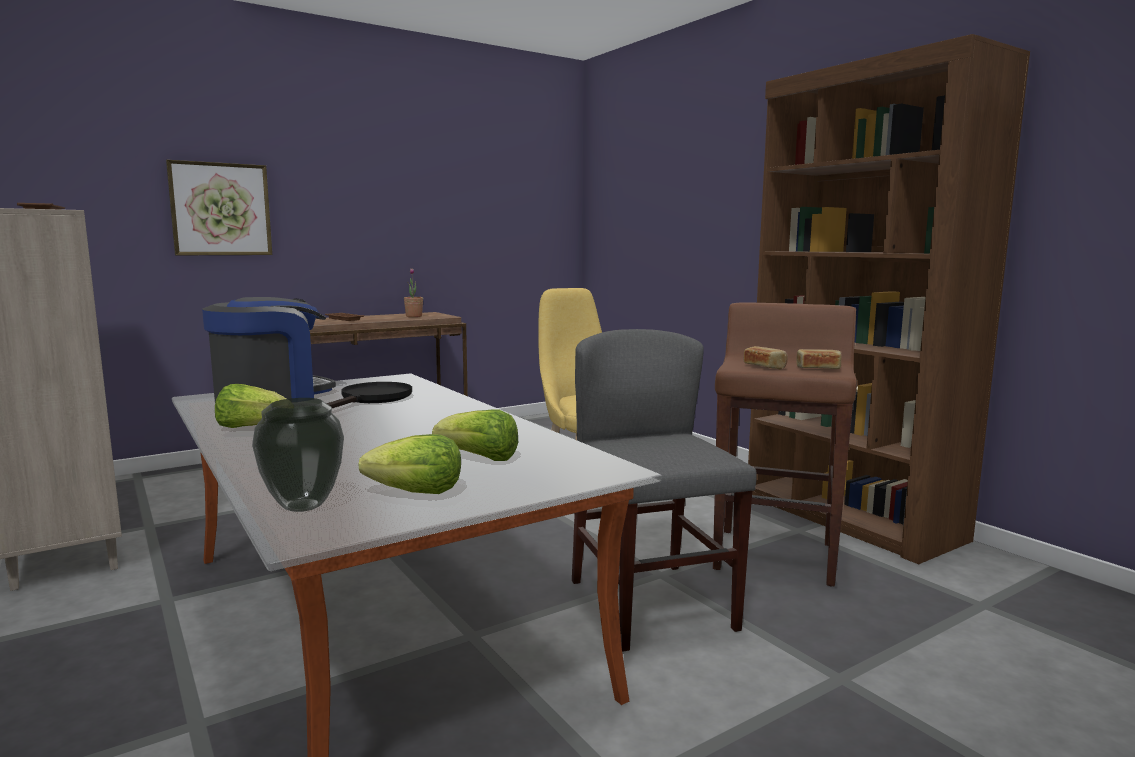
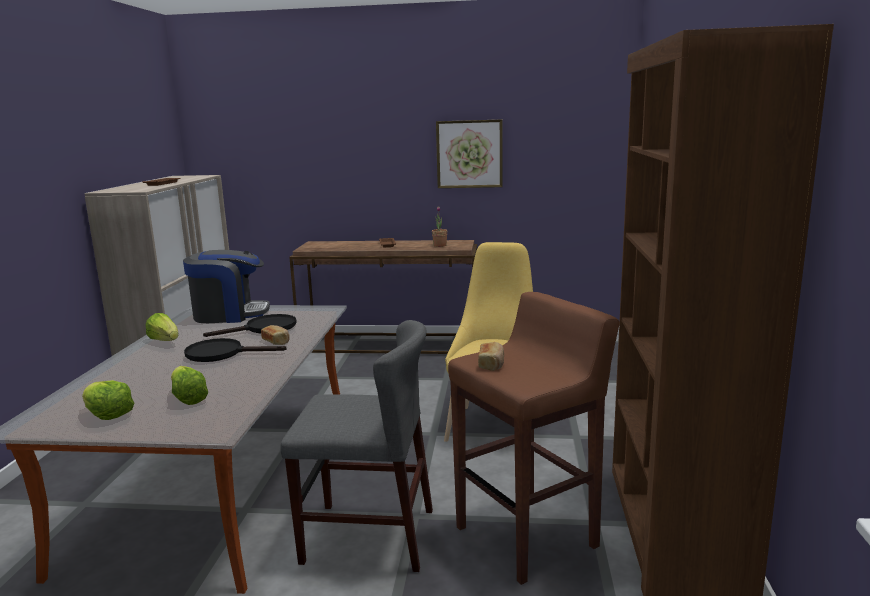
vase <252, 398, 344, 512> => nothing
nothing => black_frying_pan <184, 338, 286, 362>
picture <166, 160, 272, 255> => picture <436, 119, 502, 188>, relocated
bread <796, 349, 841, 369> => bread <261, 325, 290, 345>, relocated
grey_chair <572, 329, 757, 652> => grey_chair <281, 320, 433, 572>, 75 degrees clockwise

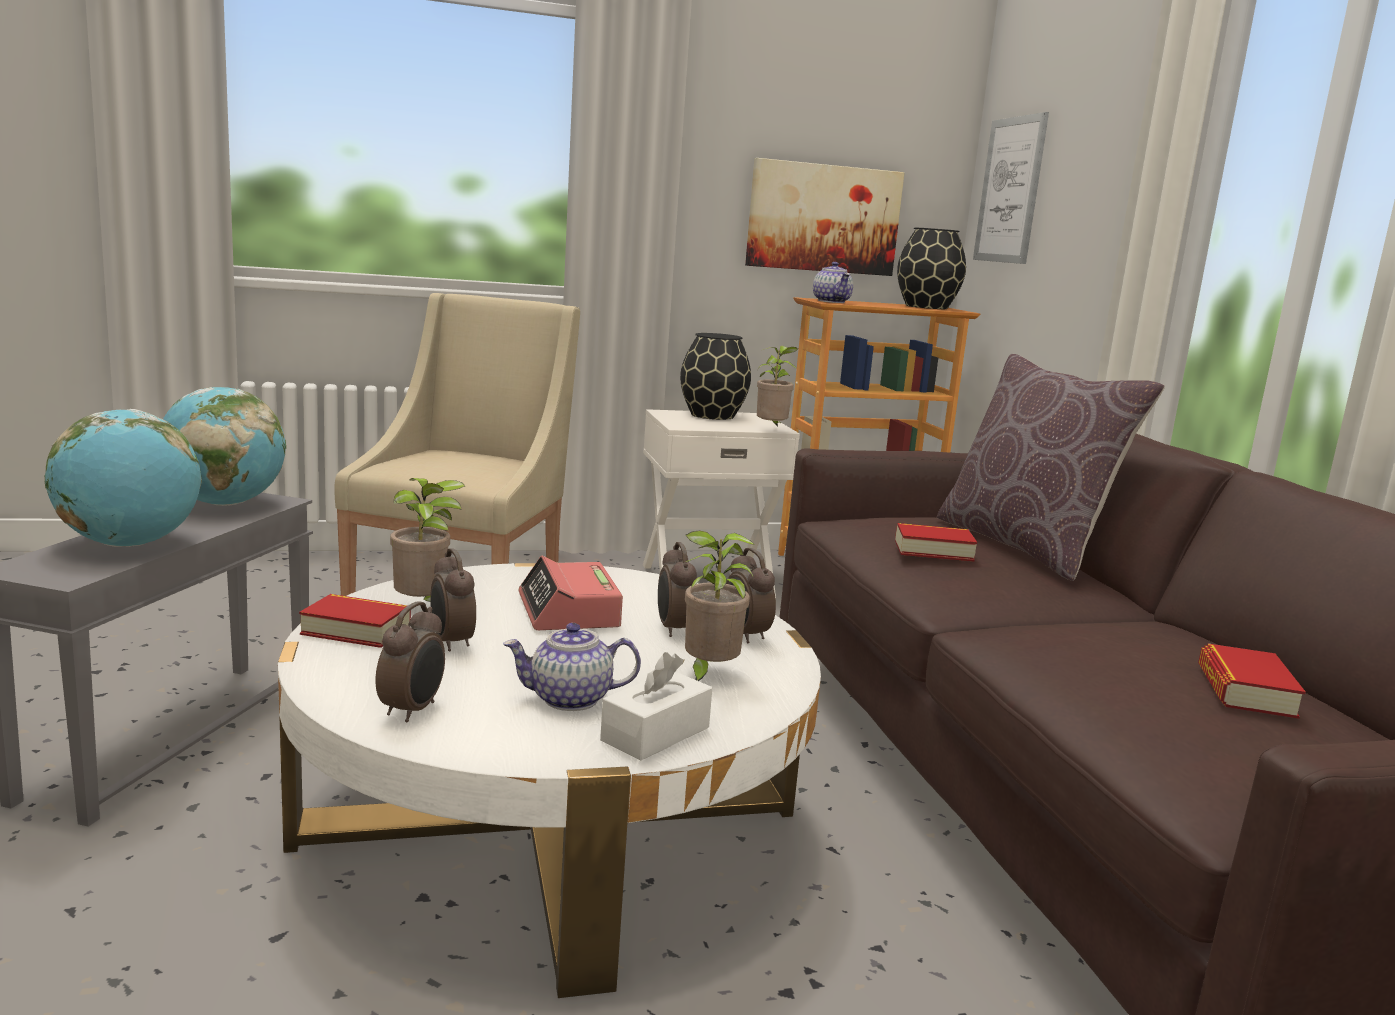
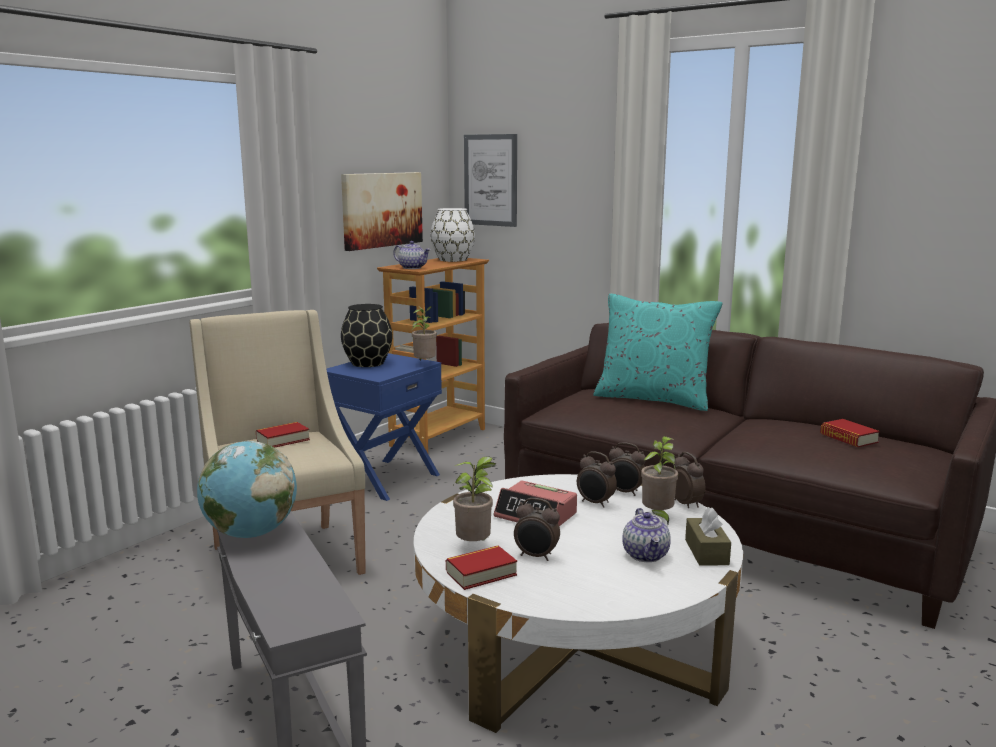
globe <44, 409, 202, 547> => nothing
alarm_clock <375, 601, 445, 723> => alarm_clock <673, 452, 705, 508>, relocated
book <895, 523, 977, 561> => book <256, 422, 310, 448>, relocated
white_tissue_box <600, 652, 712, 761> => brown_tissue_box <685, 507, 731, 566>
white_nightstand <643, 409, 800, 598> => blue_nightstand <326, 353, 442, 501>
black_vase <897, 228, 966, 309> => white_vase <430, 208, 475, 262>
brown_pillow <937, 354, 1165, 581> => turquoise_pillow <593, 294, 723, 411>
teapot <503, 623, 641, 711> => teapot <622, 508, 671, 562>, 45 degrees counterclockwise

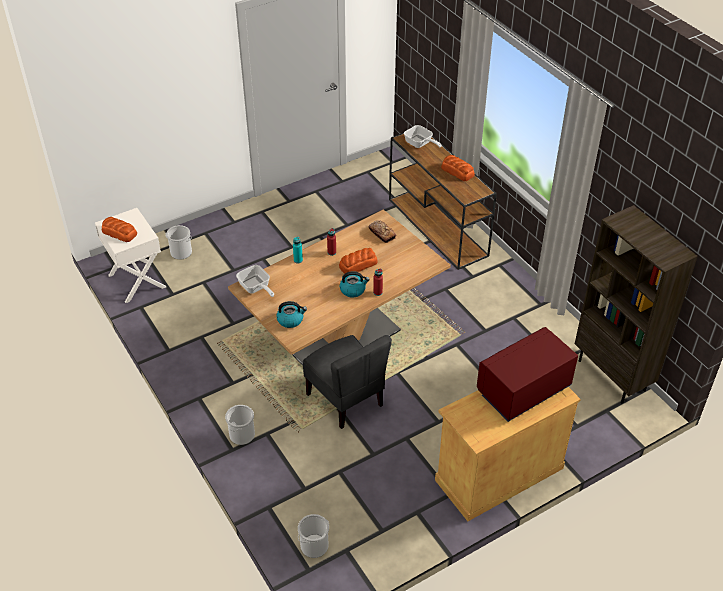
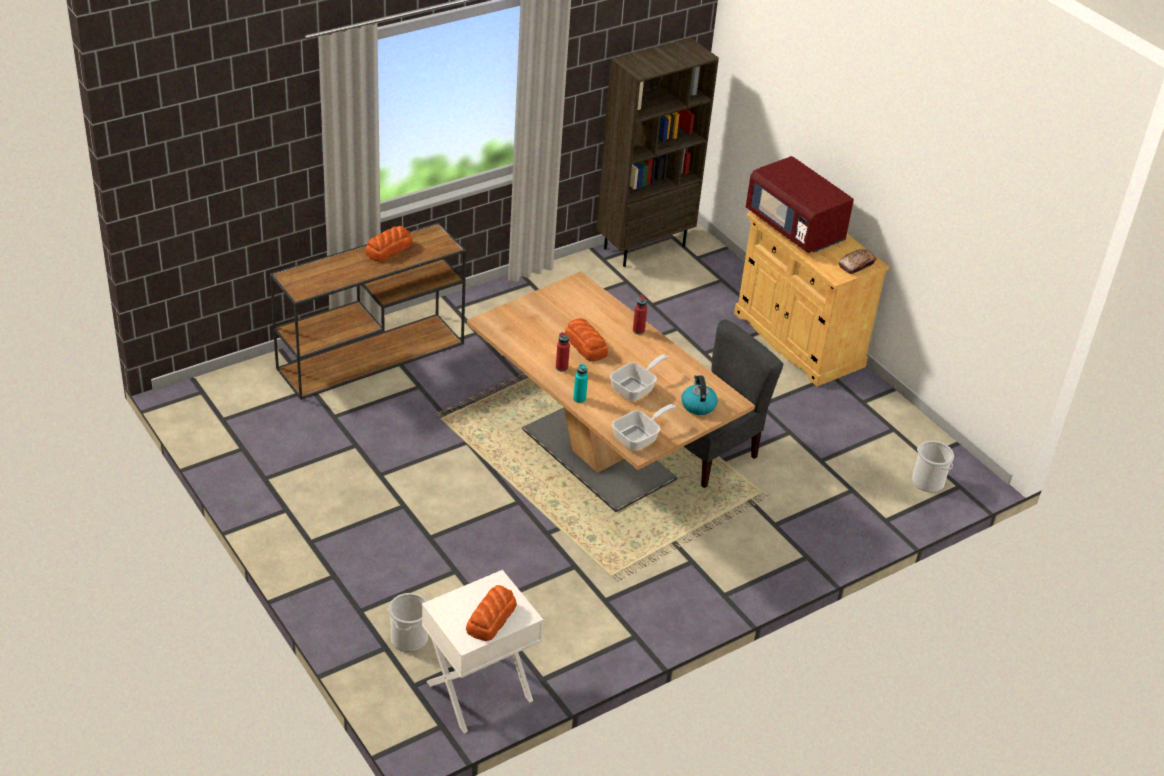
bucket <225, 405, 255, 445> => nothing
kettle <340, 271, 370, 298> => nothing
bread <368, 220, 396, 243> => bread <838, 249, 877, 274>, relocated
frying_pan <404, 125, 442, 148> => frying_pan <610, 354, 668, 401>, relocated

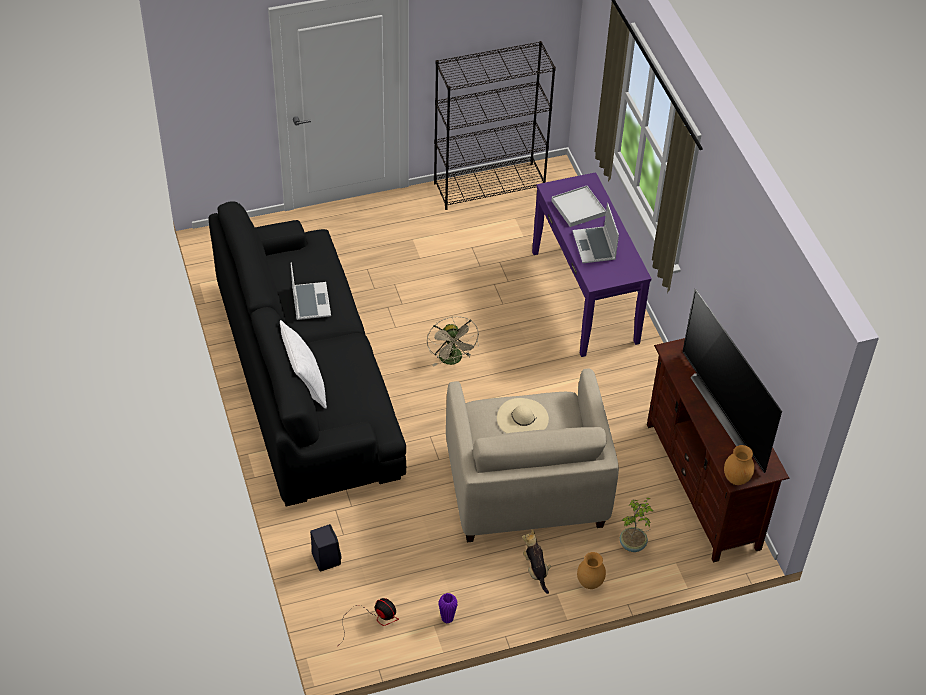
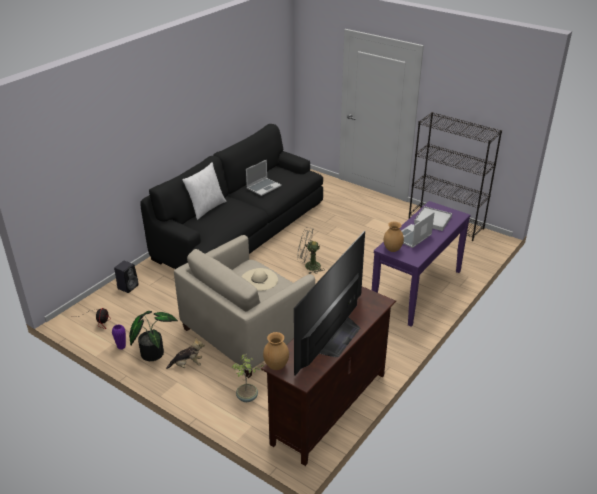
nothing => potted_plant <129, 311, 178, 361>
brown_vase <577, 552, 606, 589> => brown_vase <384, 222, 404, 252>, relocated
beige_fan <427, 316, 479, 367> => beige_fan <297, 227, 323, 274>, 60 degrees clockwise
plush_toy <522, 529, 551, 594> => plush_toy <166, 338, 205, 369>, 45 degrees clockwise

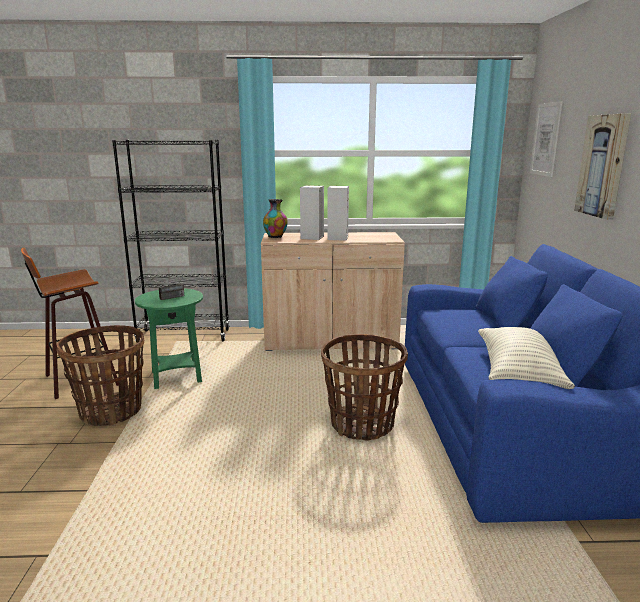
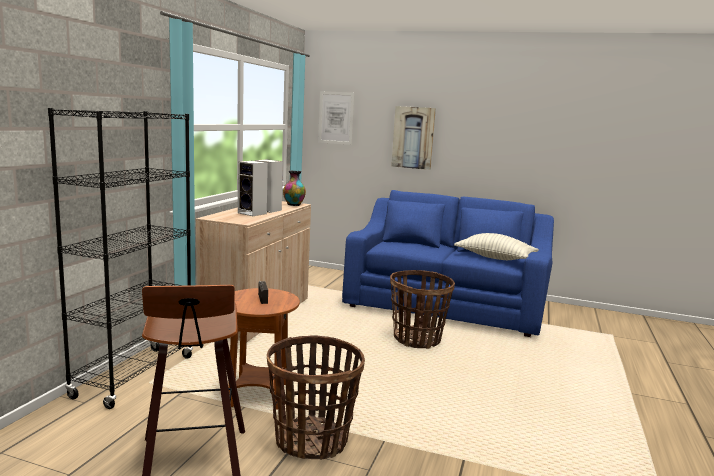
vase <263, 199, 288, 238> => vase <283, 170, 306, 206>, relocated
green_side_table <135, 288, 203, 389> => brown_side_table <228, 288, 300, 410>

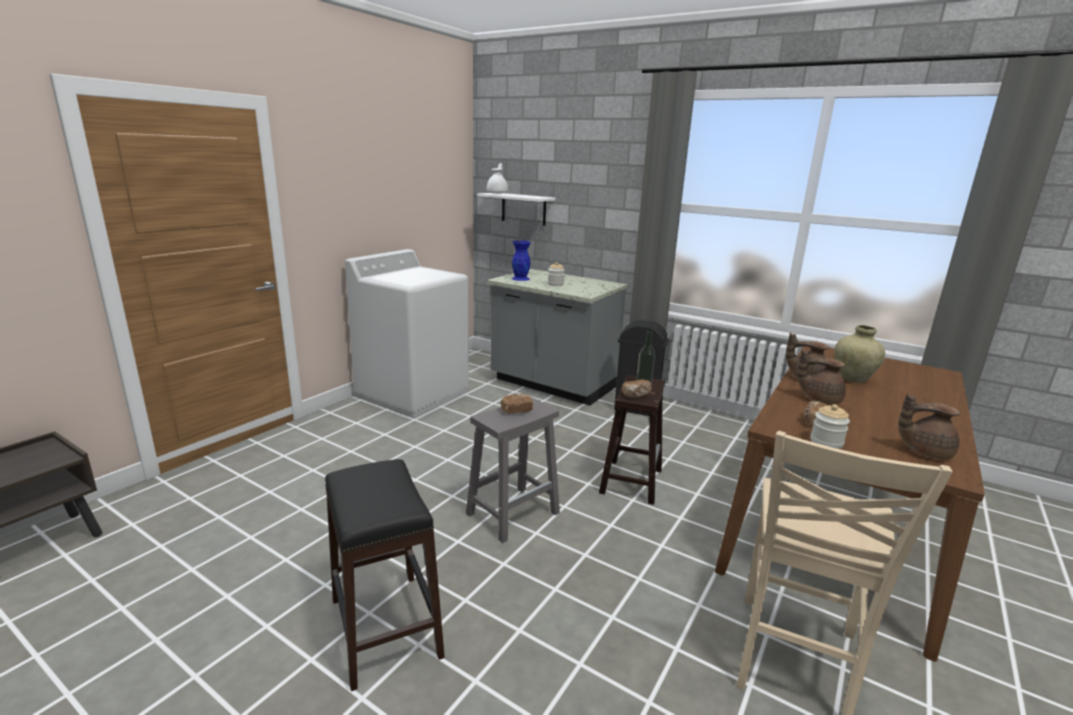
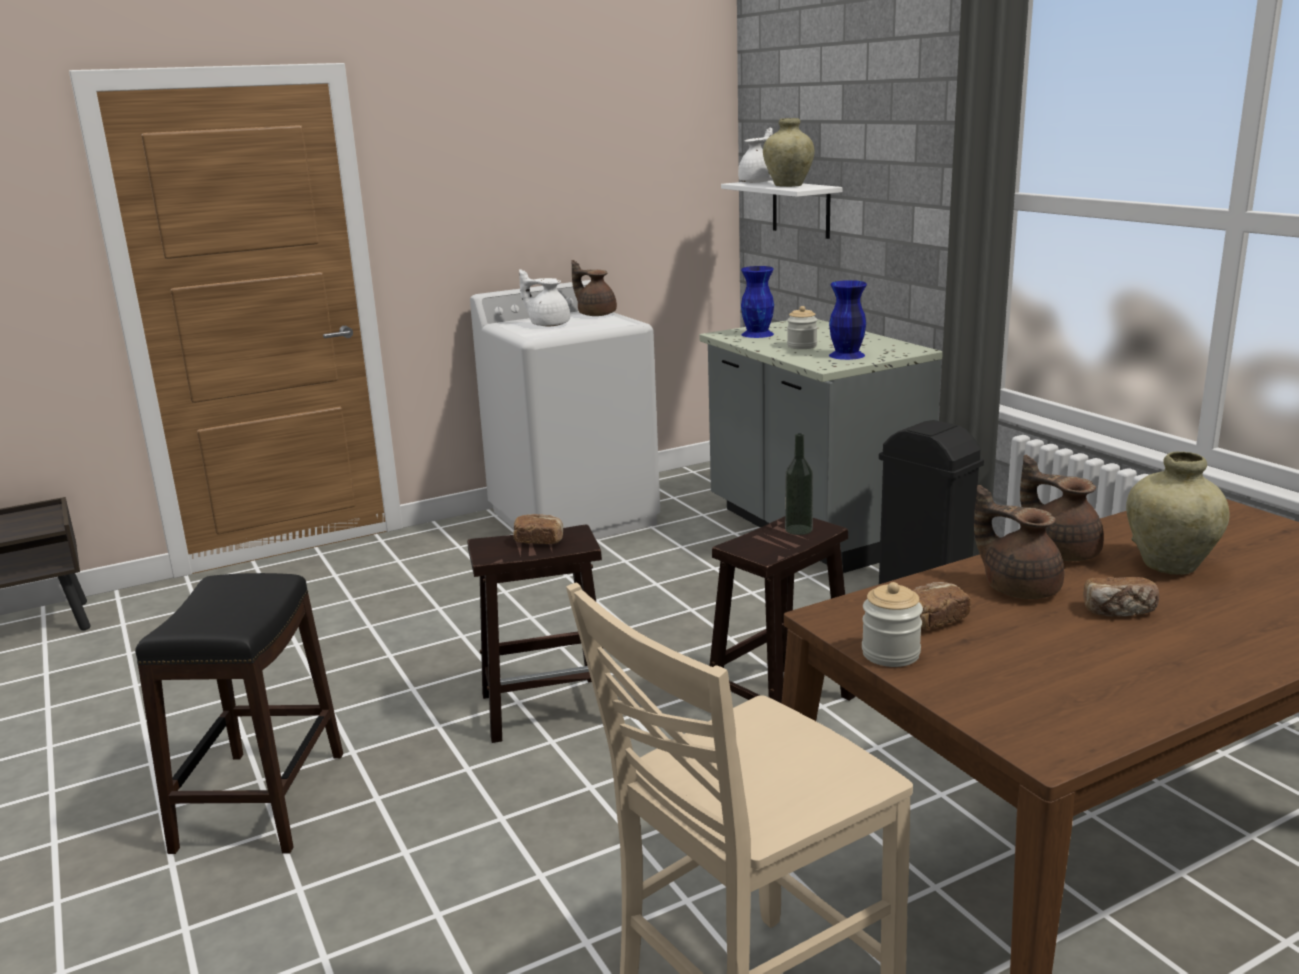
nothing => white_teapot <519, 269, 570, 326>
nothing => beige_vase <763, 118, 814, 187>
nothing => blue_vase <829, 280, 867, 360>
bread <622, 380, 652, 398> => bread <1083, 577, 1159, 616>, relocated
brown_teapot <898, 394, 960, 459> => brown_teapot <571, 260, 617, 316>, relocated
grey_stool <466, 397, 560, 543> => brown_stool <467, 525, 603, 743>

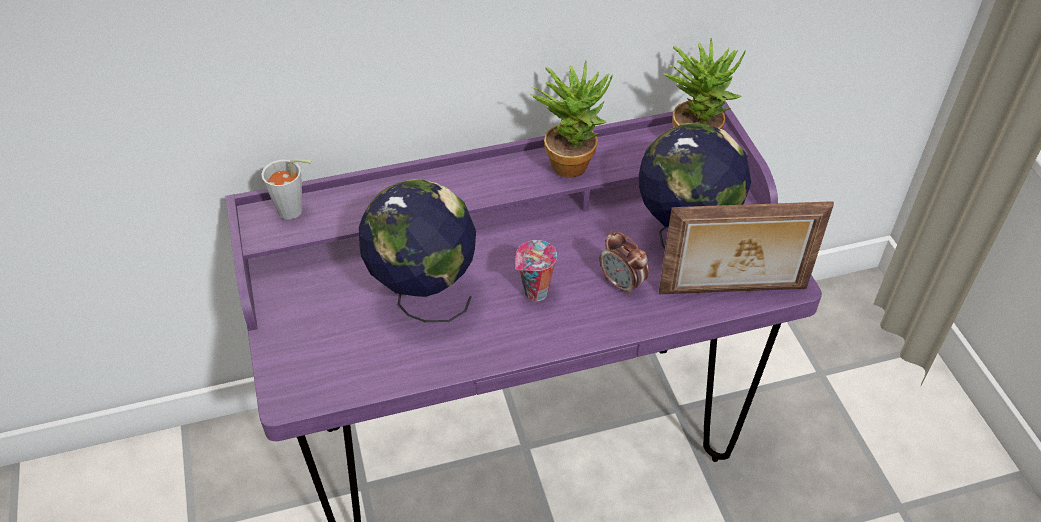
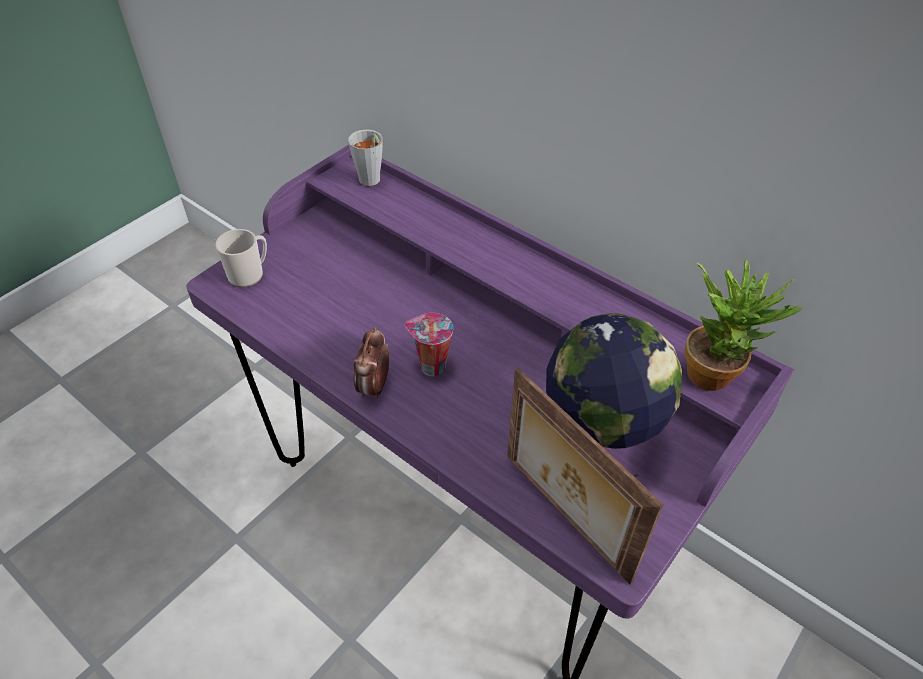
globe <359, 179, 476, 322> => nothing
potted_plant <531, 61, 613, 178> => nothing
nothing => mug <216, 229, 267, 287>
alarm_clock <599, 231, 649, 296> => alarm_clock <353, 327, 389, 399>, relocated

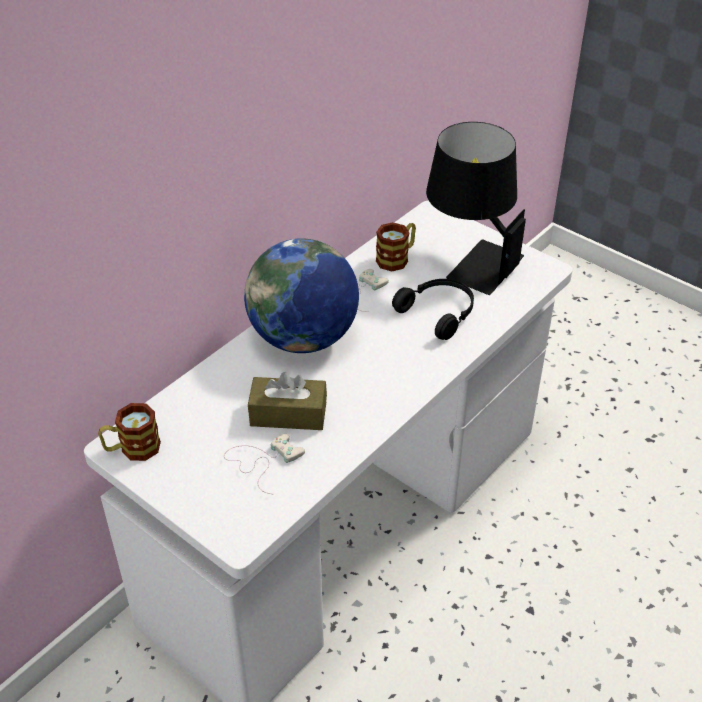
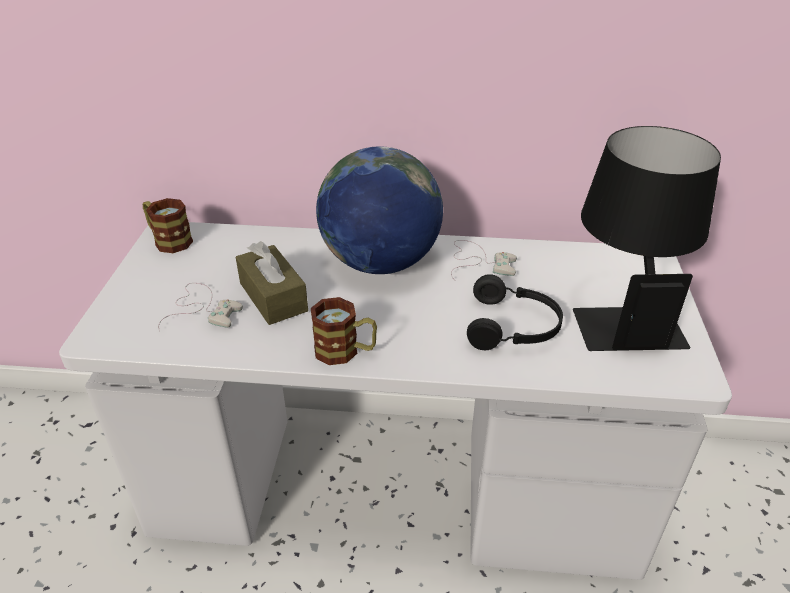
mug <376, 222, 416, 272> => mug <311, 297, 377, 365>, relocated

